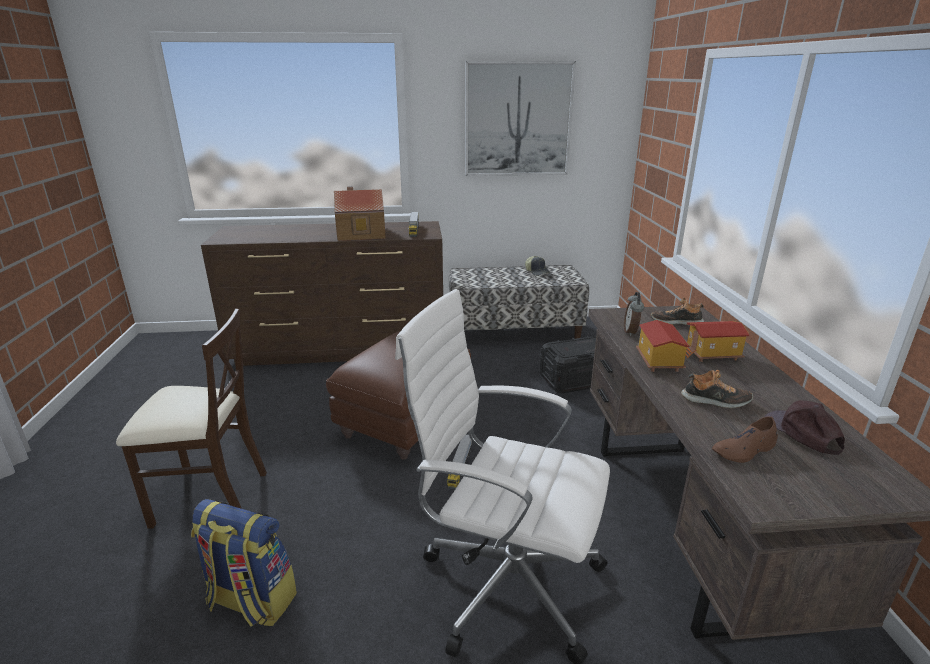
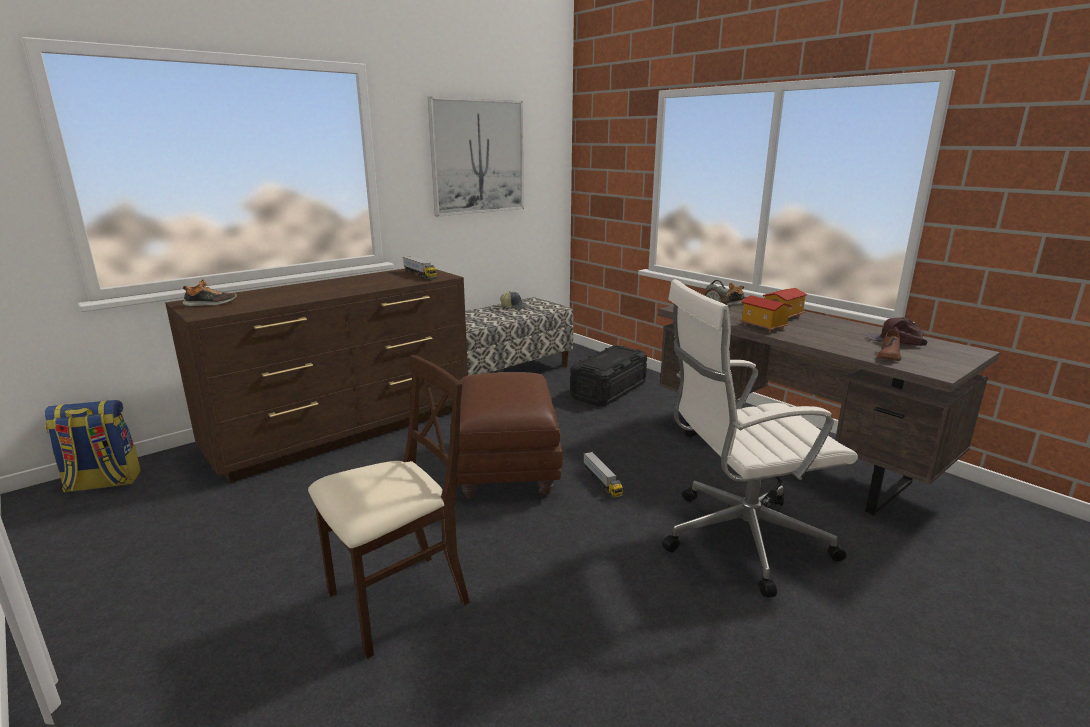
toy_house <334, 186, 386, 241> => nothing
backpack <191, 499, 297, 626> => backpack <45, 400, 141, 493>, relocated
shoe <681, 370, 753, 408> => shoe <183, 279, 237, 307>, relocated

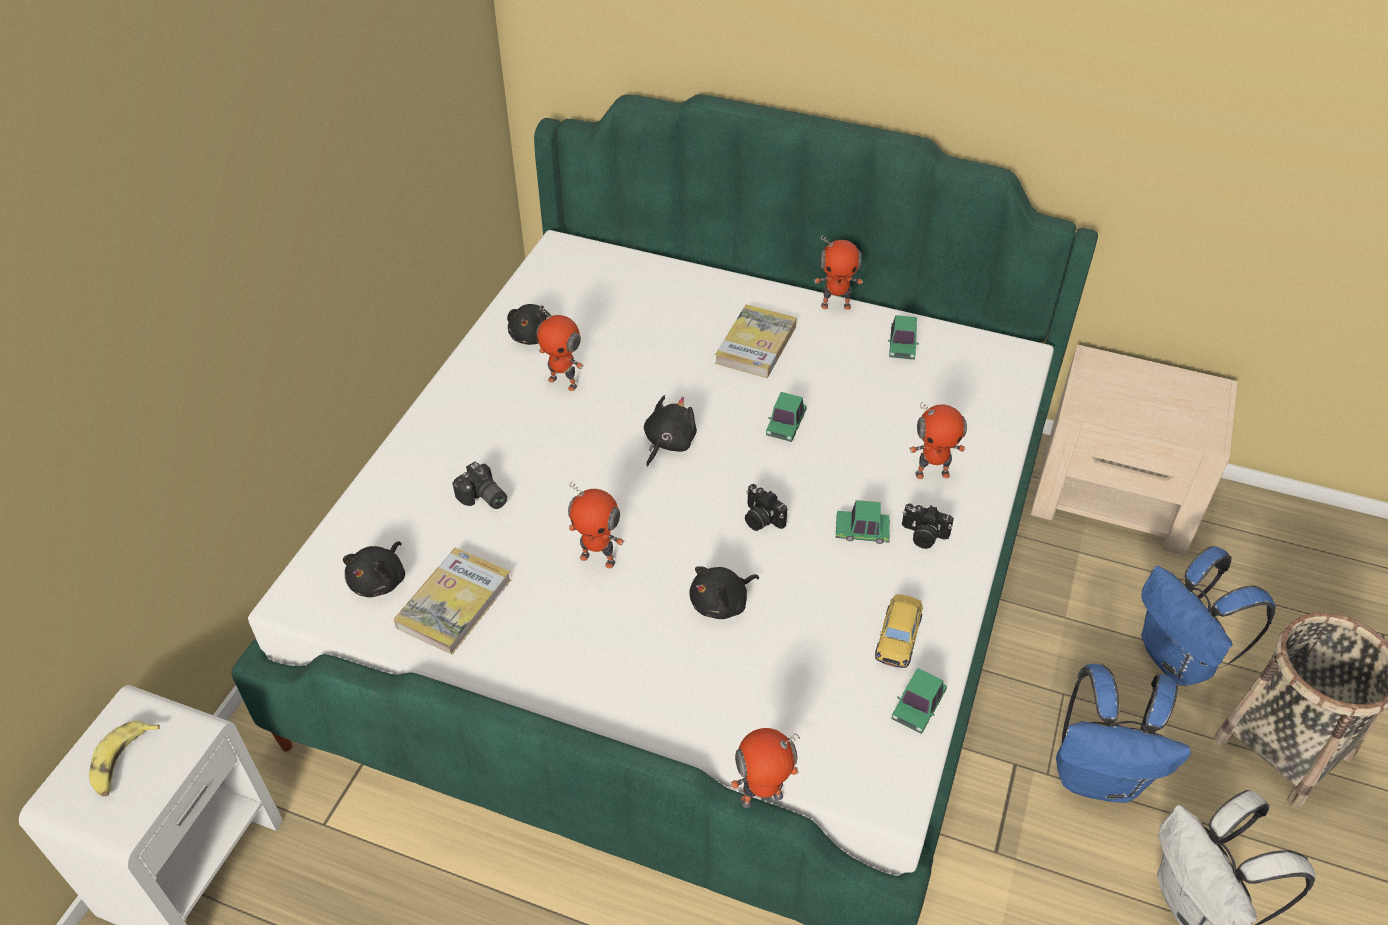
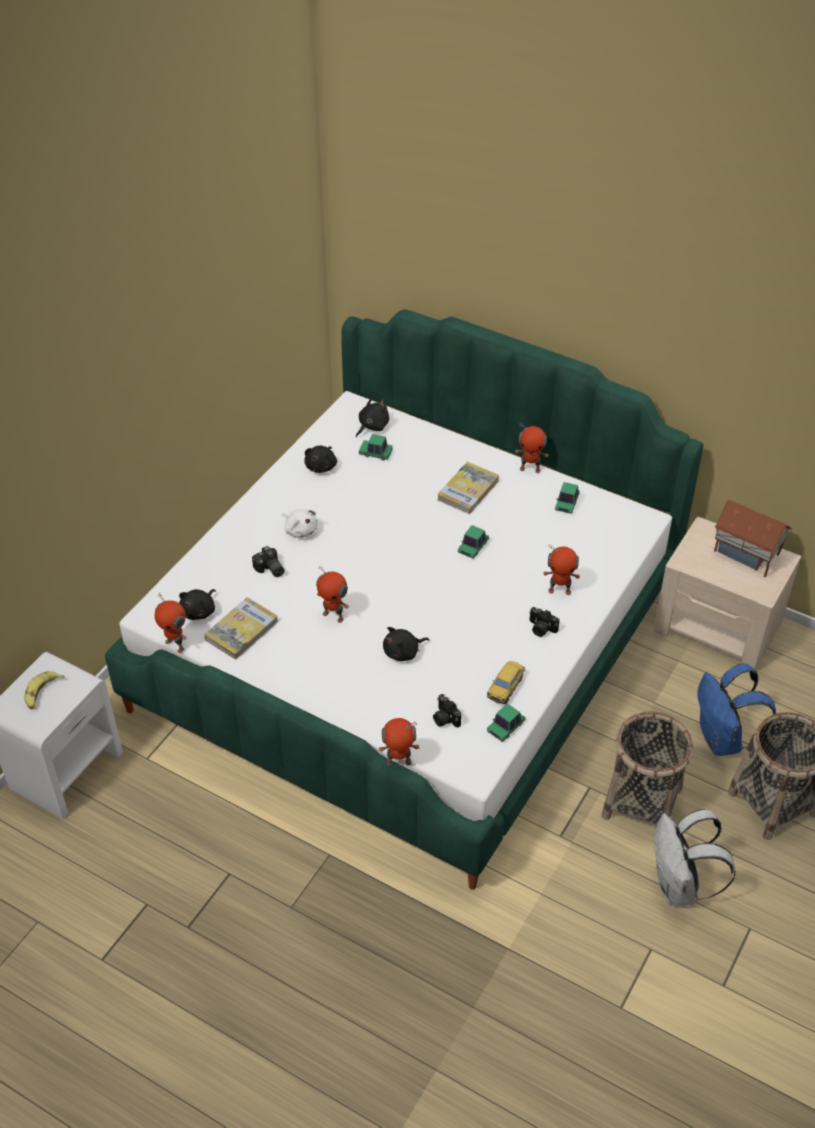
nothing => white_plush_toy <282, 509, 318, 538>
nothing => toy_house <714, 500, 792, 577>
toy_robot <537, 305, 584, 391> => toy_robot <155, 593, 187, 653>, relocated
black_plush_toy <644, 395, 697, 467> => black_plush_toy <356, 397, 389, 437>, relocated
photo_camera <745, 484, 787, 531> => photo_camera <433, 694, 461, 728>, relocated
toy_car <836, 500, 890, 544> => toy_car <359, 434, 393, 460>, relocated
blue_backpack <1056, 664, 1191, 803> => basket <602, 712, 693, 824>

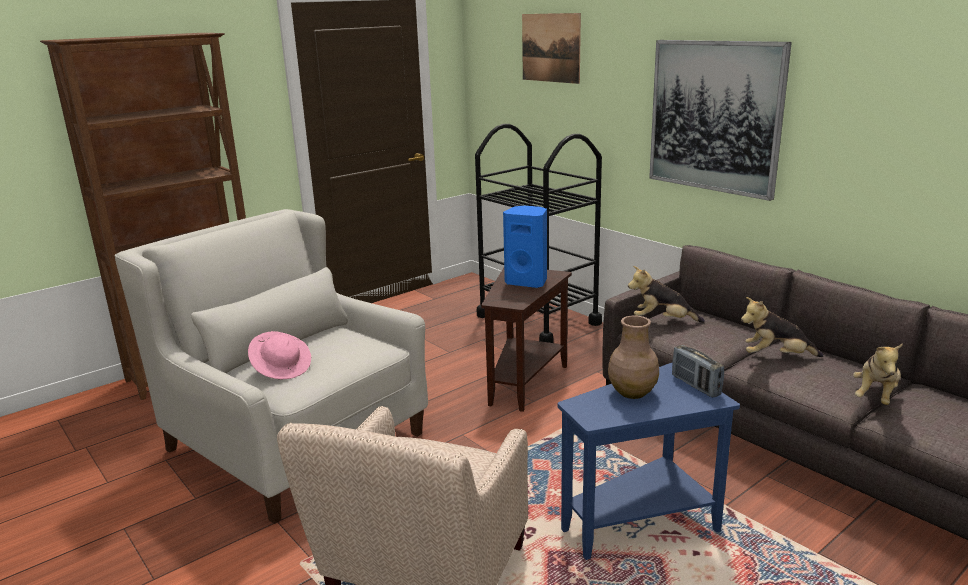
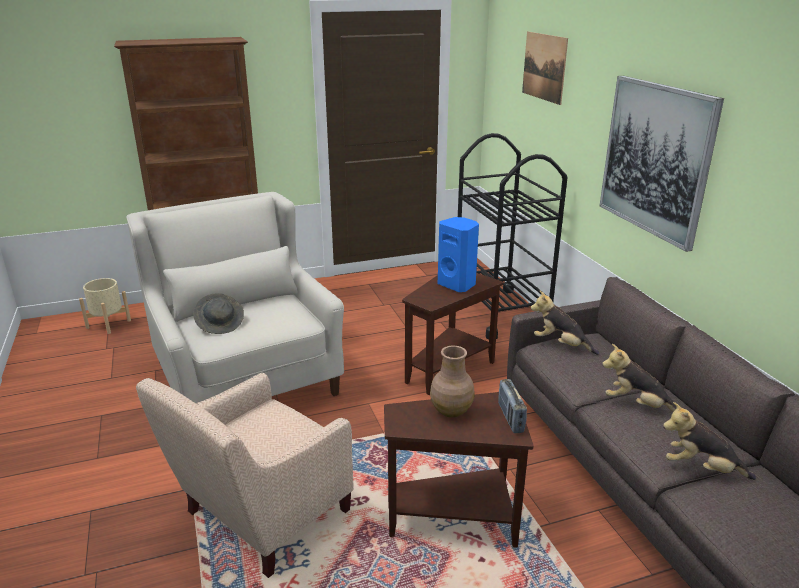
nothing => beige_planter <79, 278, 131, 334>
pink_hat <248, 331, 311, 379> => grey_hat <193, 293, 244, 334>
blue_side_table <558, 363, 740, 560> => brown_side_table <384, 392, 534, 548>
plush_toy <853, 343, 903, 405> => plush_toy <663, 402, 756, 480>, 60 degrees clockwise

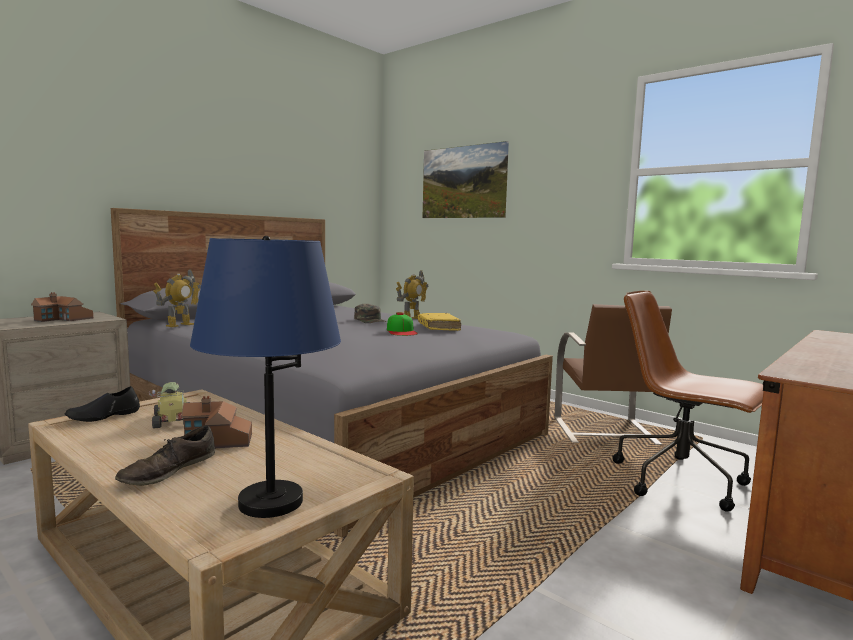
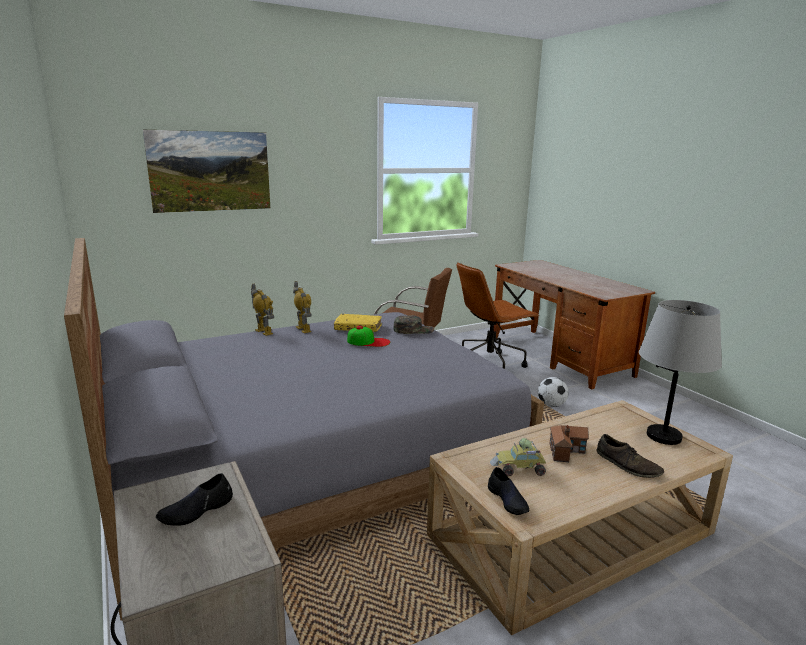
nothing => football <538, 377, 569, 407>
toy_robot <153, 269, 201, 327> => toy_robot <251, 283, 274, 336>, relocated
green_cap <354, 304, 387, 323> => green_cap <393, 315, 434, 334>, relocated
toy_house <31, 292, 93, 322> => black_shoe <156, 473, 233, 526>
blue_table_lamp <190, 236, 341, 518> => grey_table_lamp <639, 300, 722, 445>

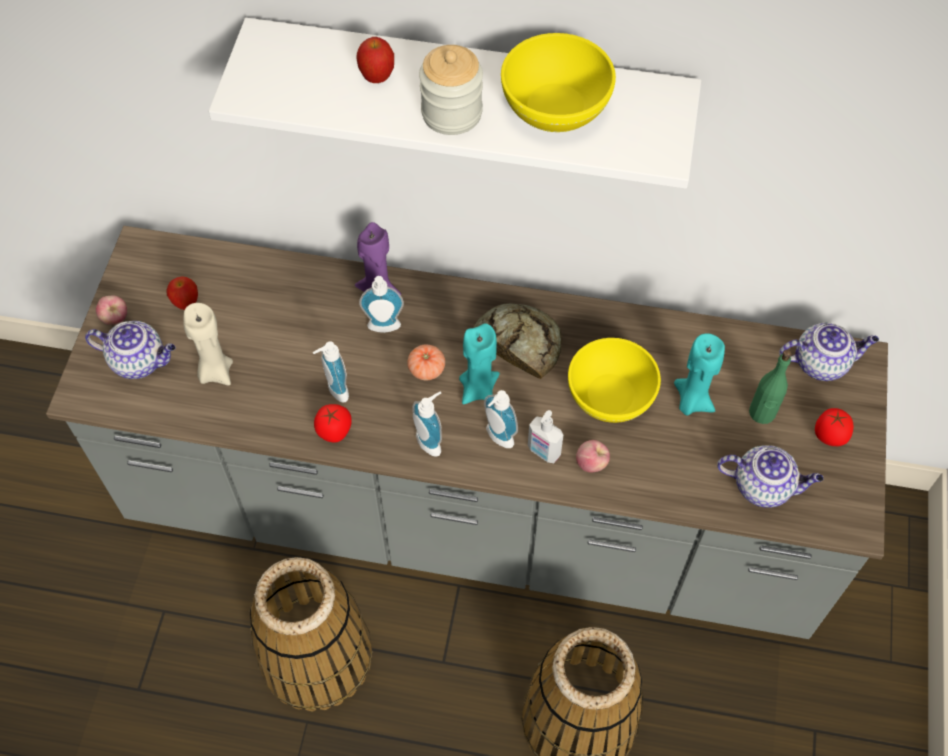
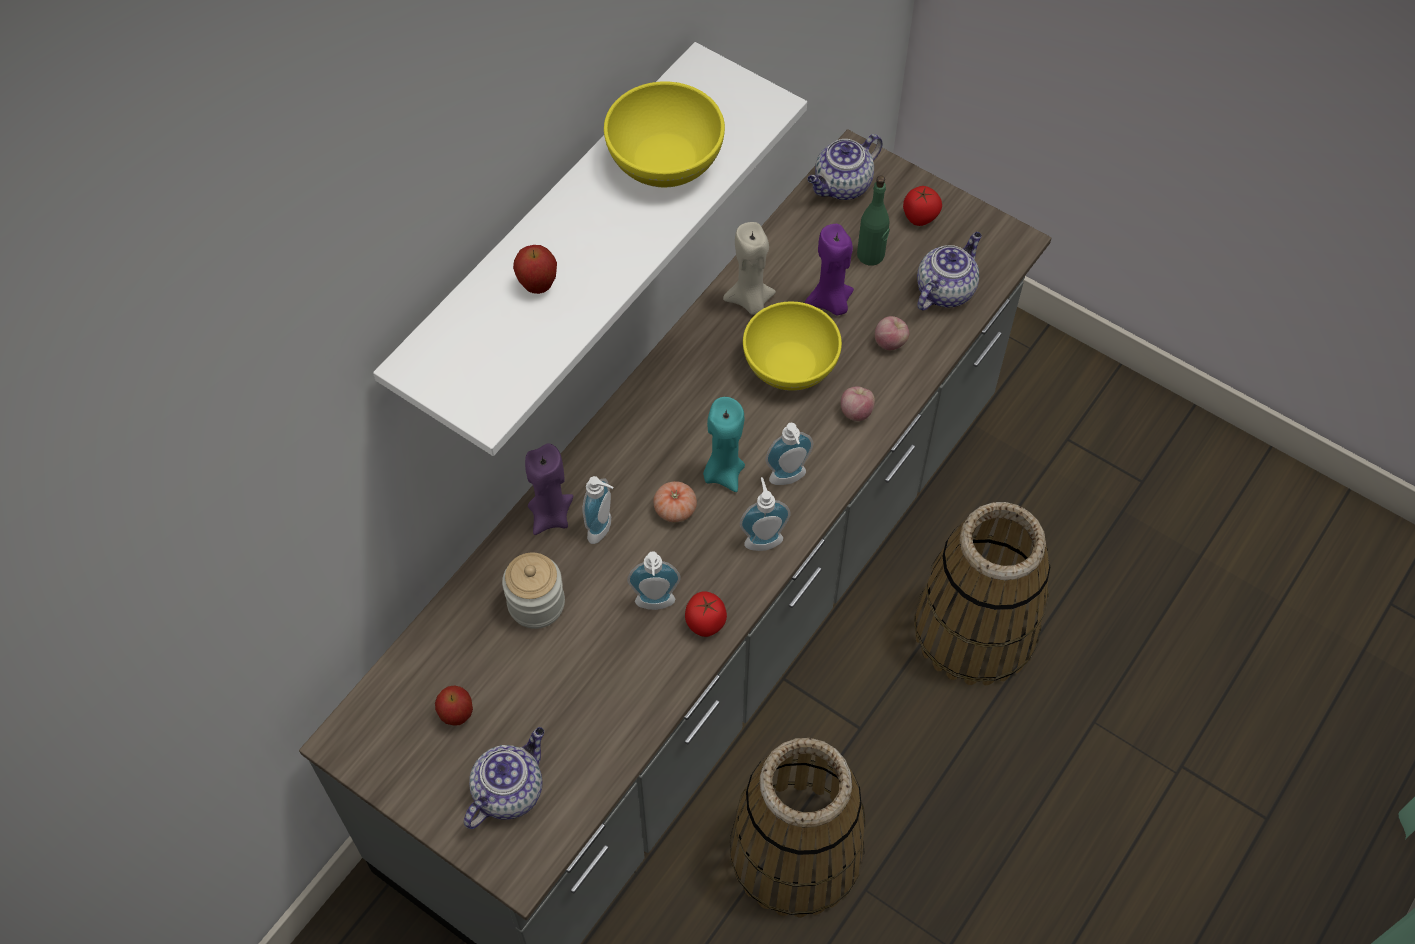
bread <473, 303, 562, 379> => nothing
soap_dispenser <528, 410, 563, 463> => nothing
apple <96, 296, 127, 325> => apple <875, 316, 909, 350>, relocated
beige_candle <183, 303, 233, 385> => beige_candle <723, 222, 776, 315>, relocated
jar <419, 45, 483, 135> => jar <502, 552, 565, 629>, relocated
turquoise_candle <674, 333, 725, 416> => purple_candle <805, 224, 854, 316>
teapot <779, 322, 879, 381> => teapot <807, 134, 883, 200>, 150 degrees counterclockwise

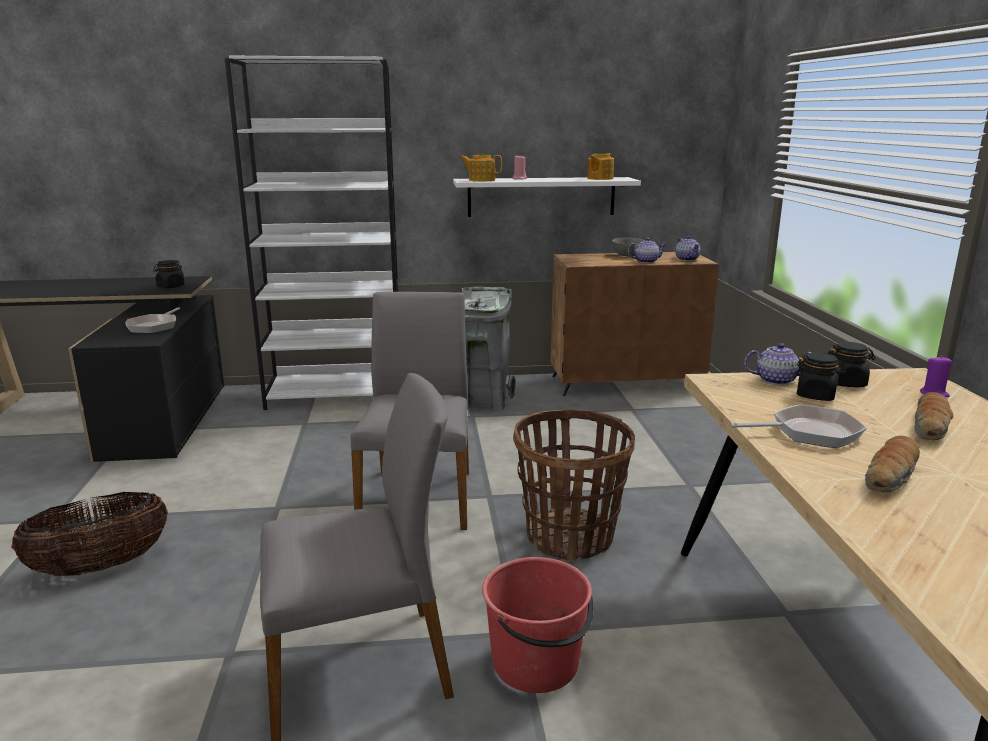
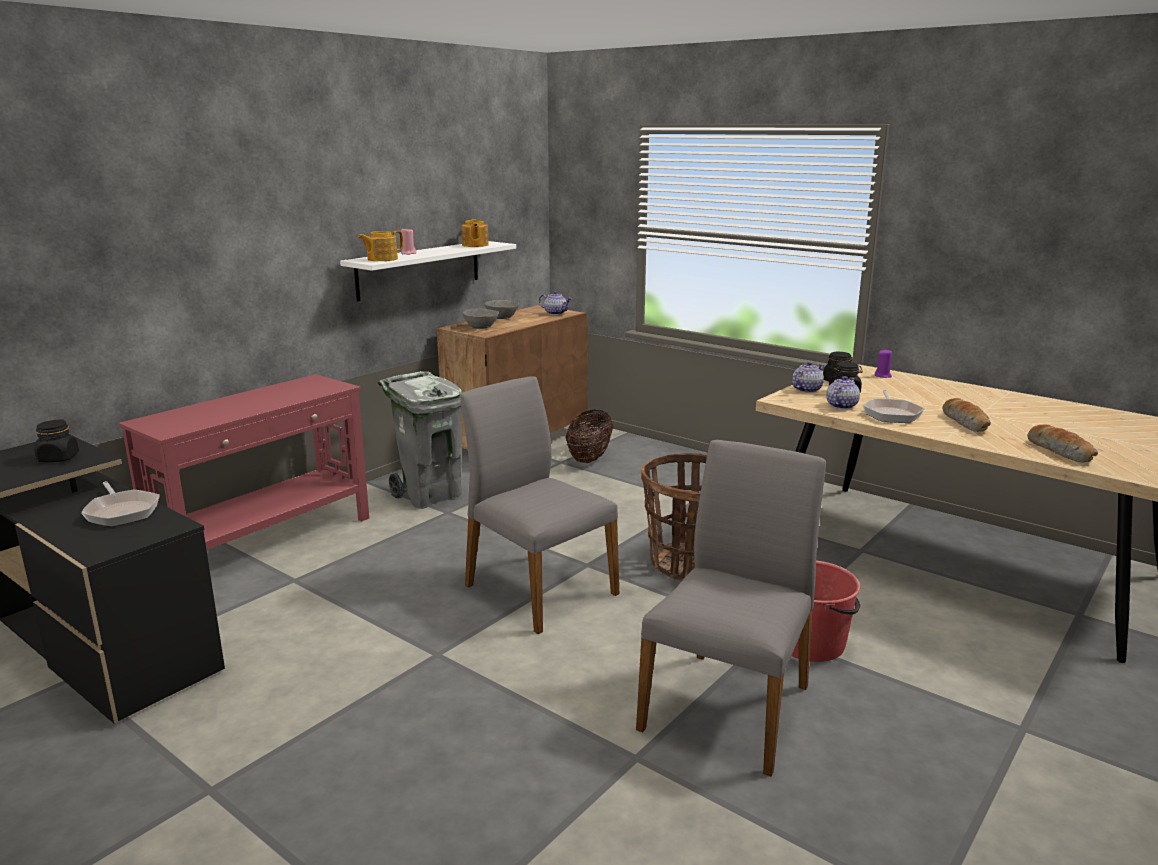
nothing => grey_bowl <462, 309, 499, 329>
basket <11, 492, 168, 576> => basket <566, 410, 613, 463>, relocated
teapot <627, 238, 667, 263> => teapot <826, 376, 860, 409>, relocated
bread <914, 392, 954, 440> => bread <1027, 425, 1098, 463>, relocated
white_bookcase <225, 56, 398, 410> => red_console_table <119, 374, 369, 550>
frying_pan <730, 404, 867, 448> => frying_pan <863, 390, 925, 423>, 150 degrees clockwise

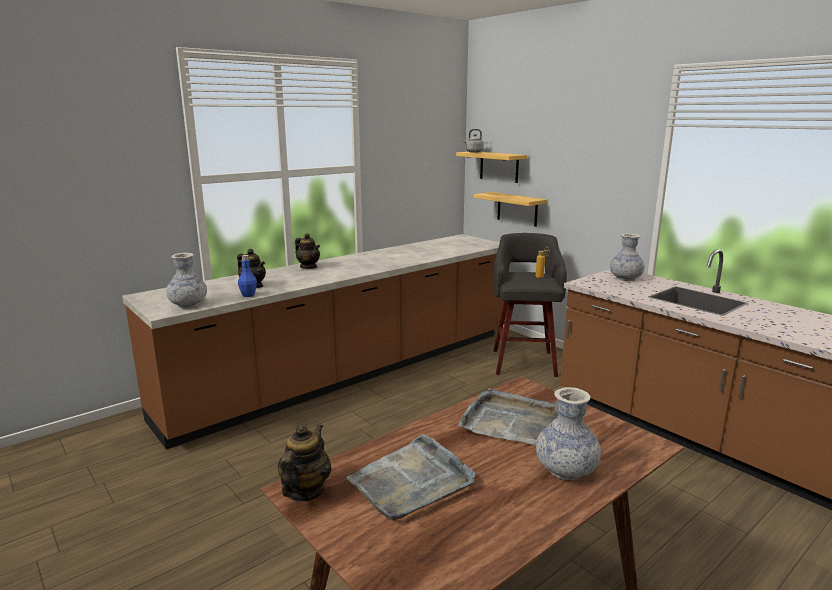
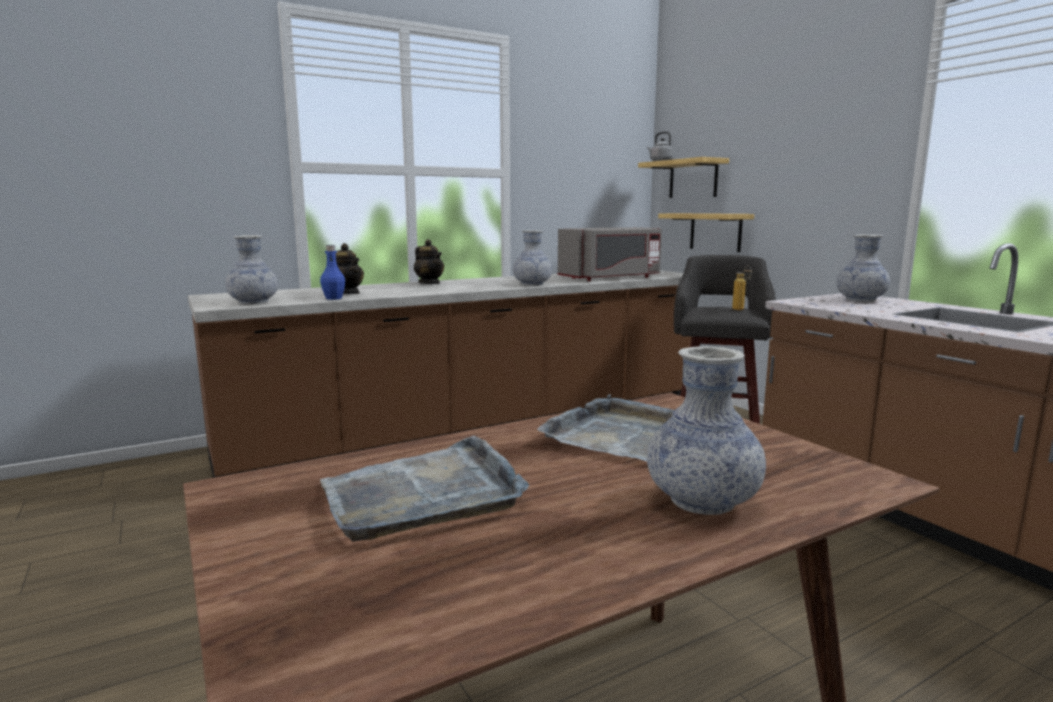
teapot <278, 424, 332, 502> => nothing
nothing => vase <513, 230, 552, 286>
nothing => grey_microwave <558, 227, 662, 281>

